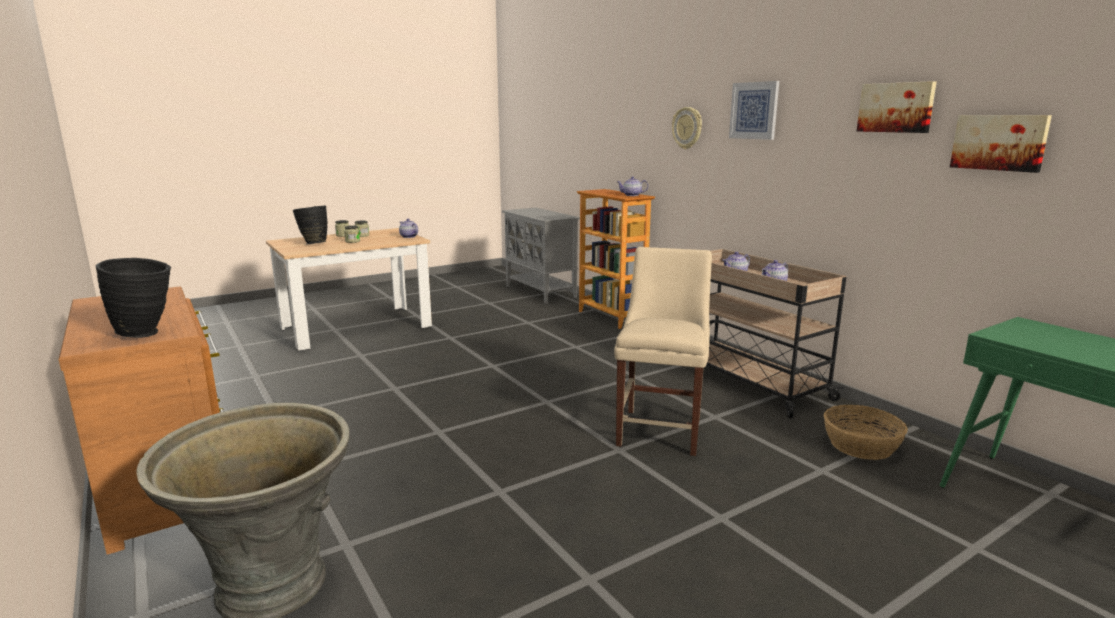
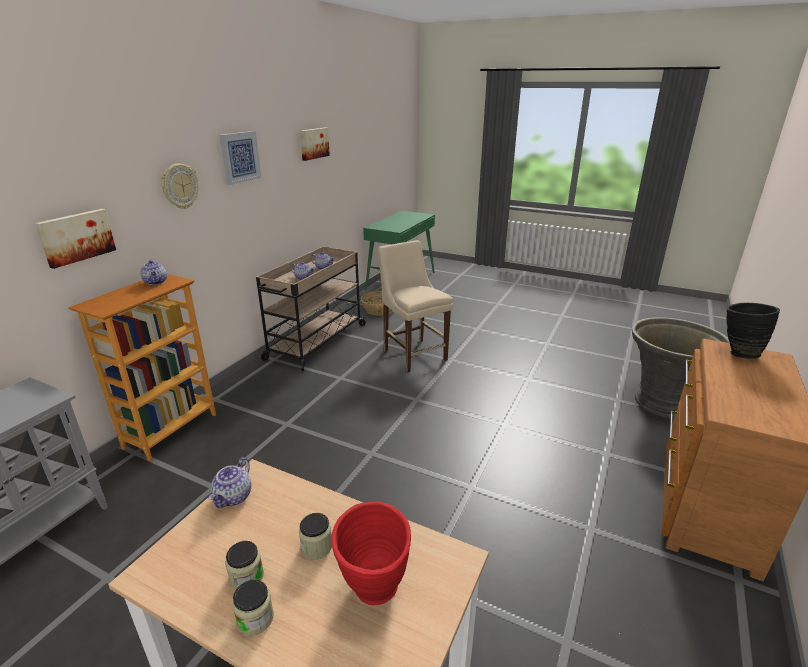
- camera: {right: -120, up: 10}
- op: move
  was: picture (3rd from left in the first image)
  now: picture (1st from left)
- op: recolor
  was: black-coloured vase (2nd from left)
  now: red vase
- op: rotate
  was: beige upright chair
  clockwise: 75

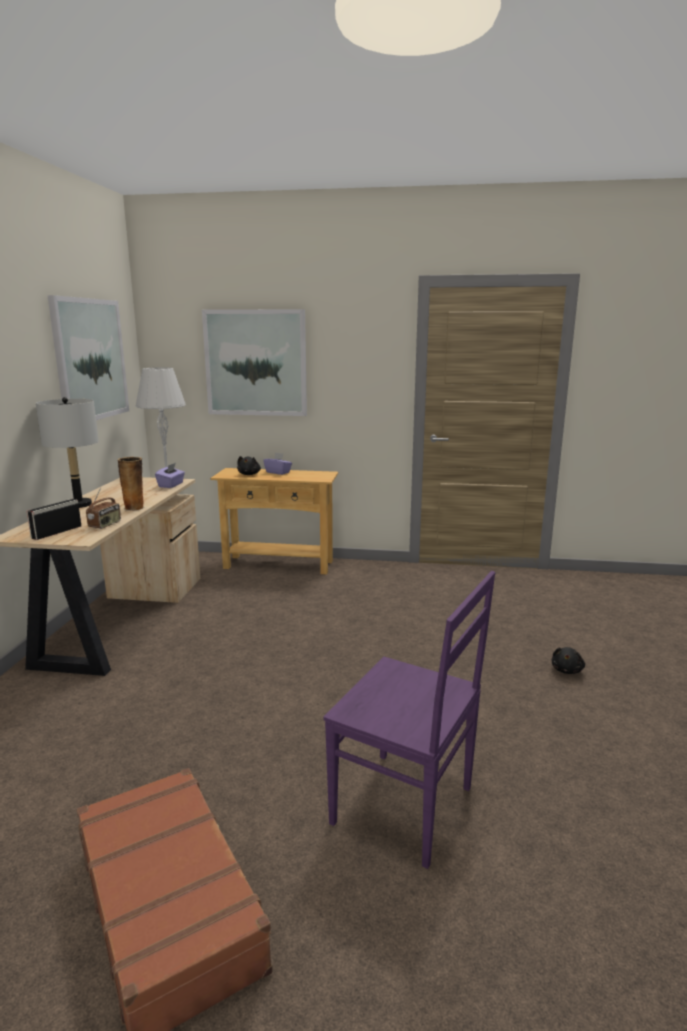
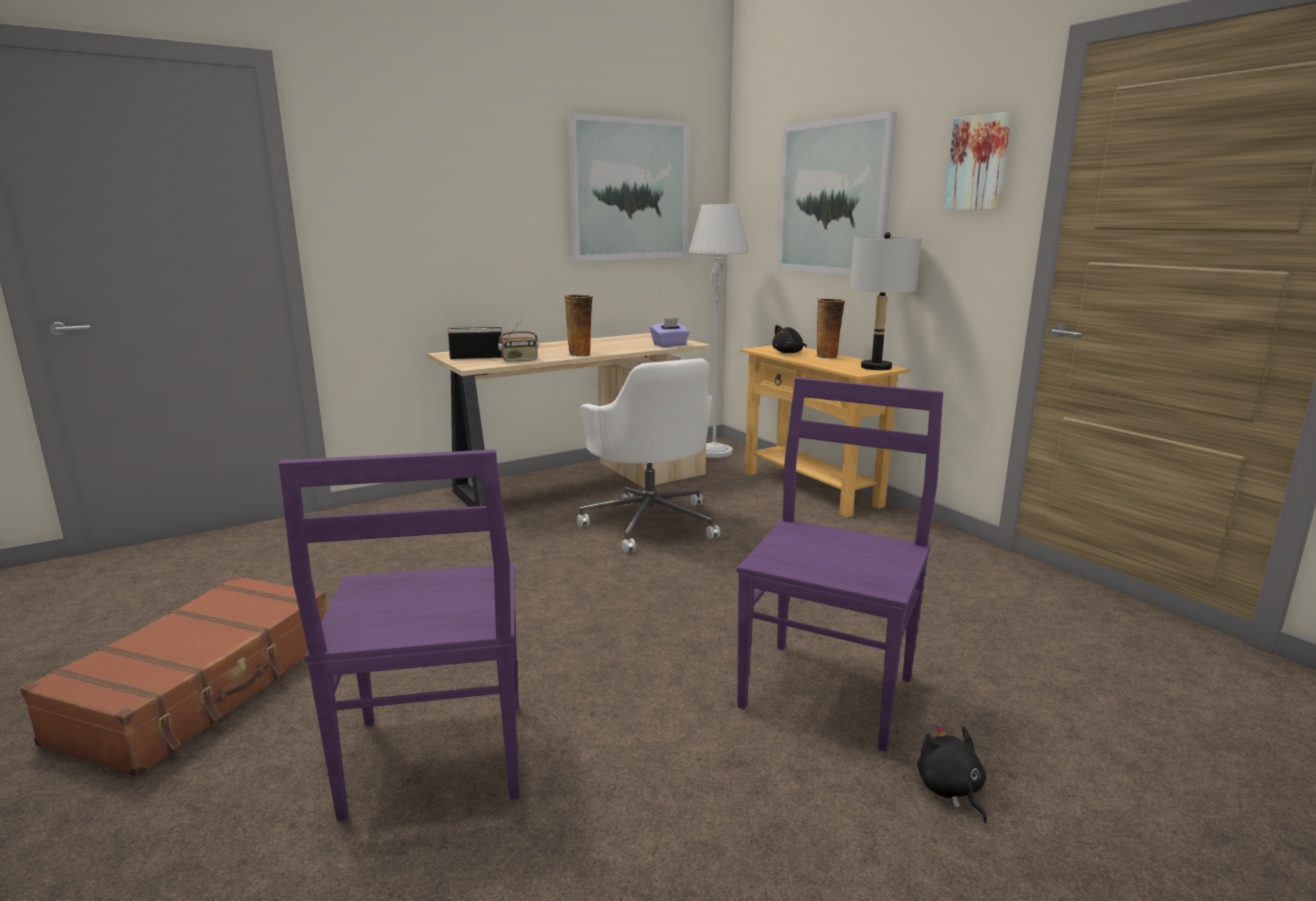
- camera: {right: 50, up: 0}
- op: insert
  now: white-coloured computer chair
- op: insert
  now: purple-coloured upright chair (2nd from left)
- op: replace
  was: purple-coloured box of tissues (2nd from left)
  now: vase (2nd from left)
- op: move
  was: greyish tabletop lamp
- op: rotate
  was: black-coloured cuddly toy (2nd from left)
  clockwise: 90
- op: insert
  now: picture (3rd from left)

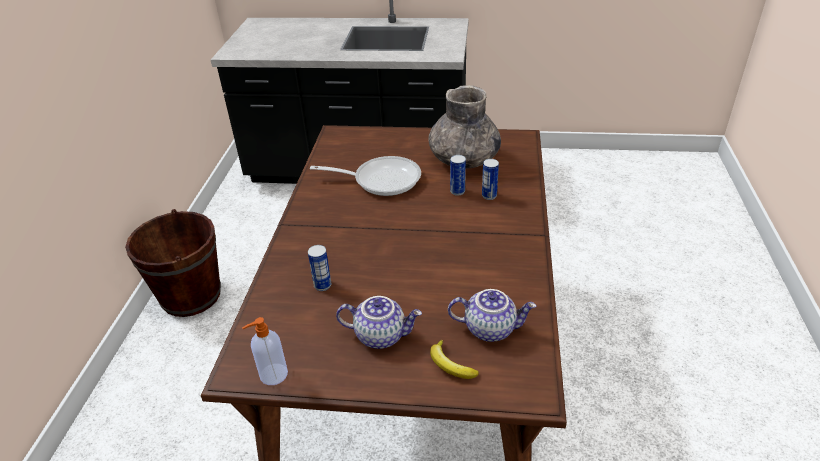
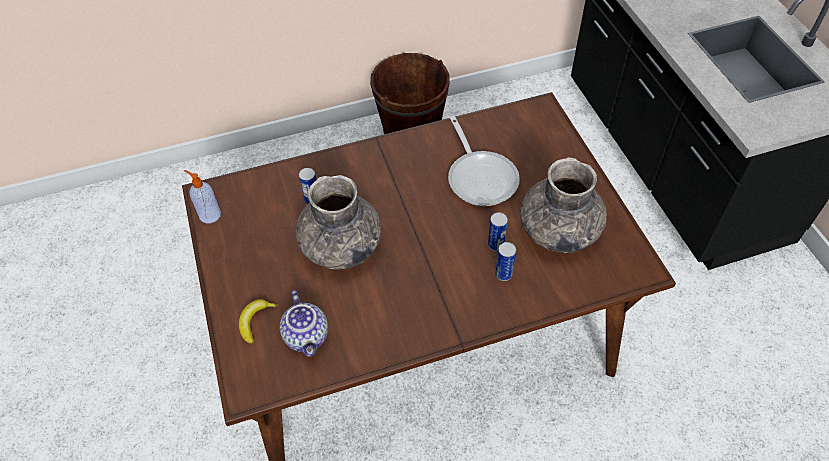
- camera: {right: 65, up: 15}
- op: insert
  now: greyish vase (1st from left)
- op: delete
  was: tea pot (1st from left)

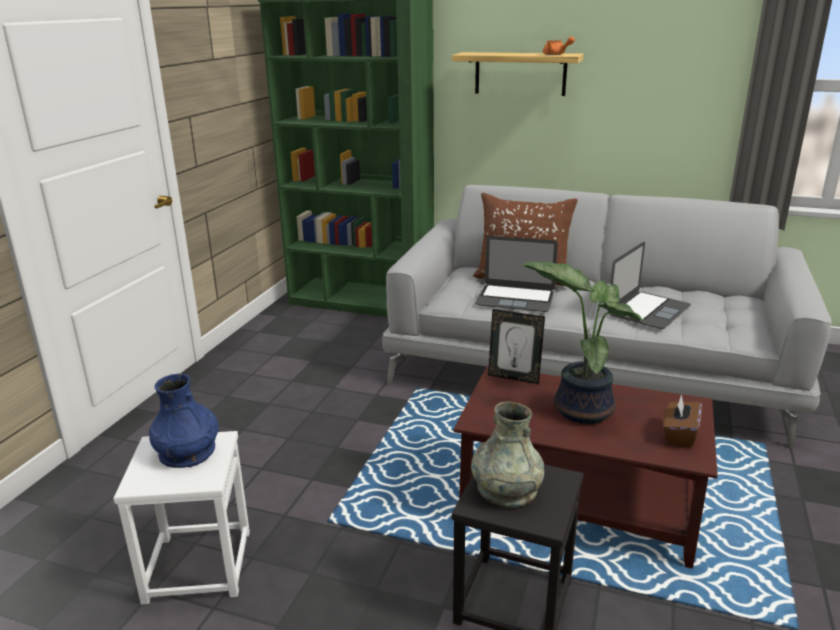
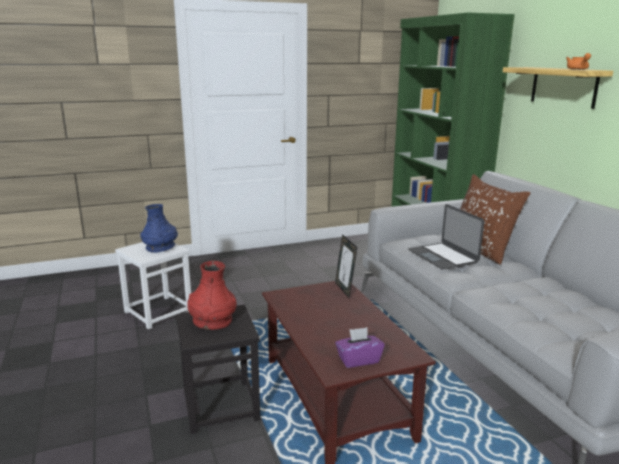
- camera: {right: 50, up: -5}
- op: recolor
  was: greyish vase
  now: red vase
- op: recolor
  was: brownish box of tissues
  now: purple-coloured box of tissues
- op: delete
  was: potted plant
- op: delete
  was: portable computer (2nd from left)

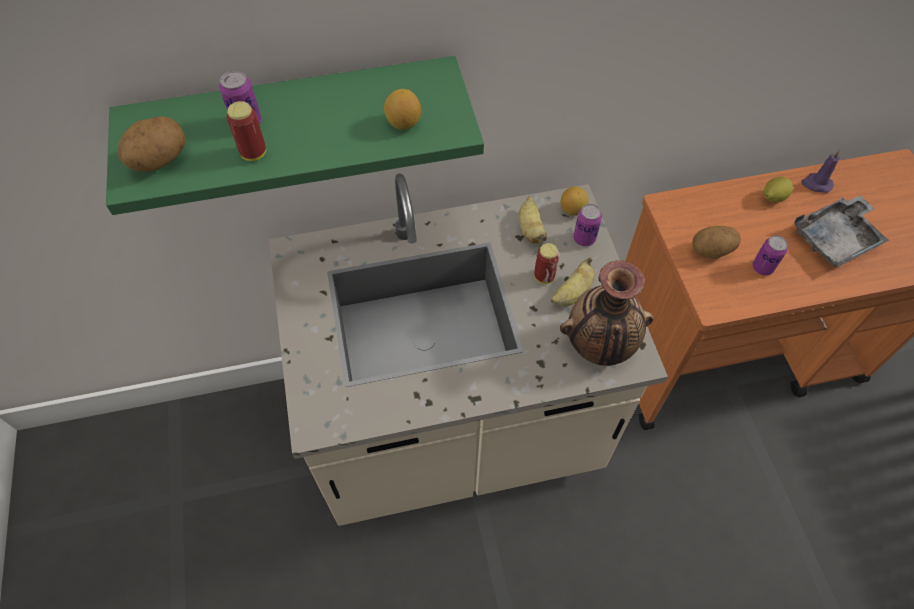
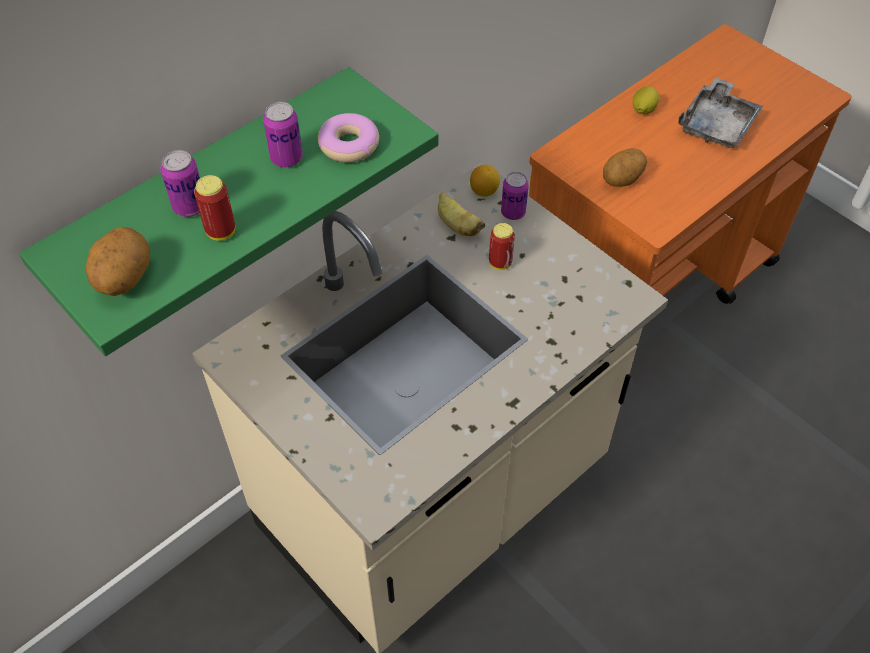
- camera: {right: -30, up: -5}
- op: move
  was: metal can (5th from left in the first image)
  now: metal can (3rd from left)
- op: replace
  was: lemon (1st from left)
  now: doughnut
- op: delete
  was: banana fruit (2nd from left)
- op: delete
  was: vase
- op: delete
  was: purple-coloured wax light

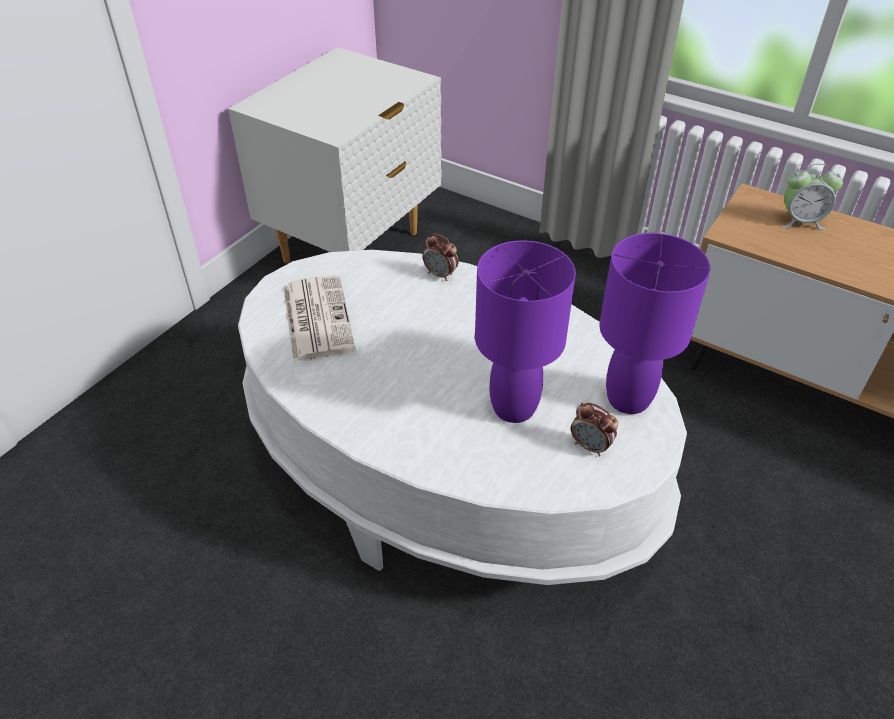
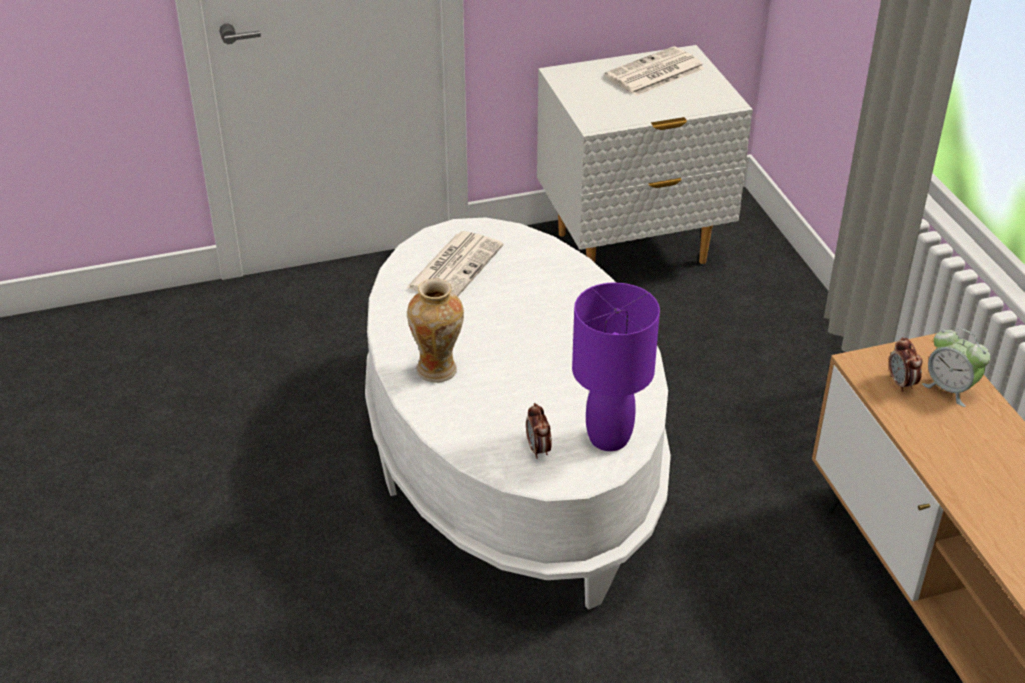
- camera: {right: 40, up: -5}
- op: insert
  now: vase
- op: insert
  now: daily paper (2nd from left)
- op: move
  was: alarm clock (1st from left in the first image)
  now: alarm clock (2nd from left)
- op: delete
  was: purple-coloured tabletop lamp (1st from left)

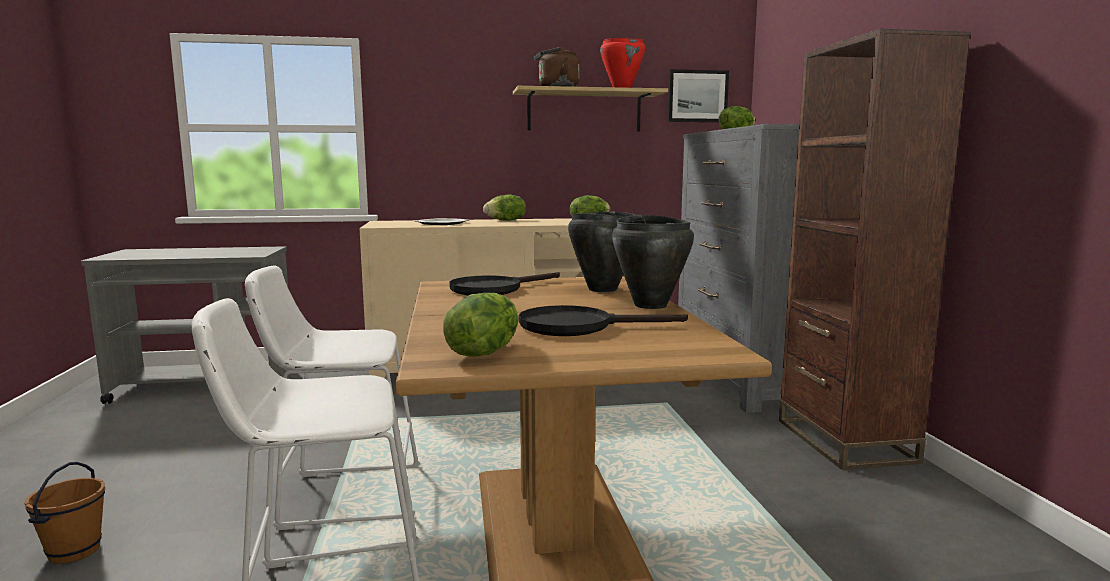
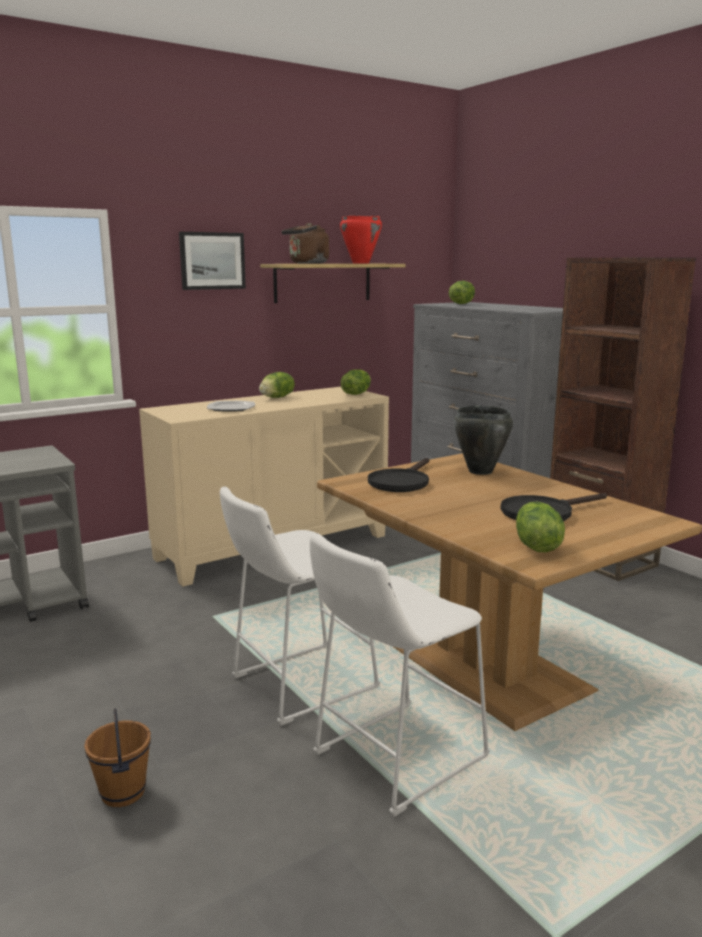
- camera: {right: -25, up: 5}
- op: move
  was: picture
- op: delete
  was: black-coloured cooking pot (2nd from left)

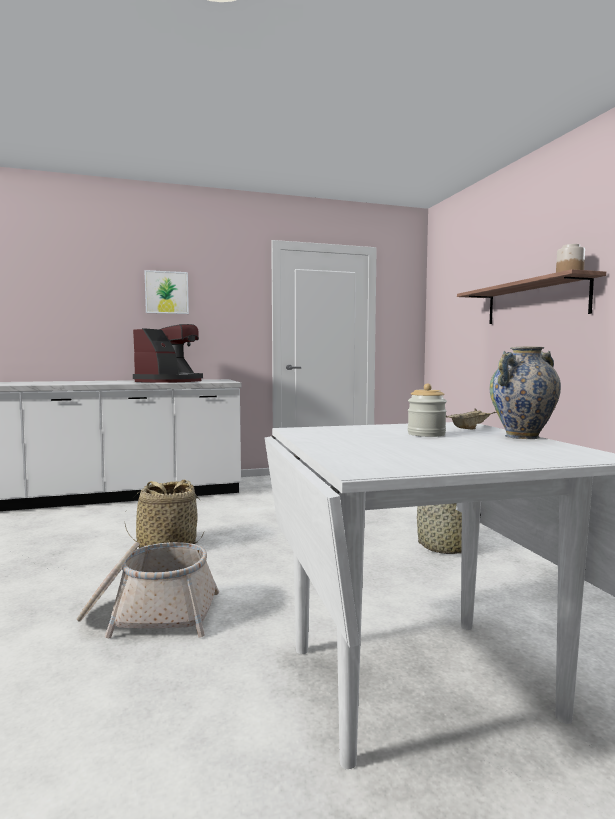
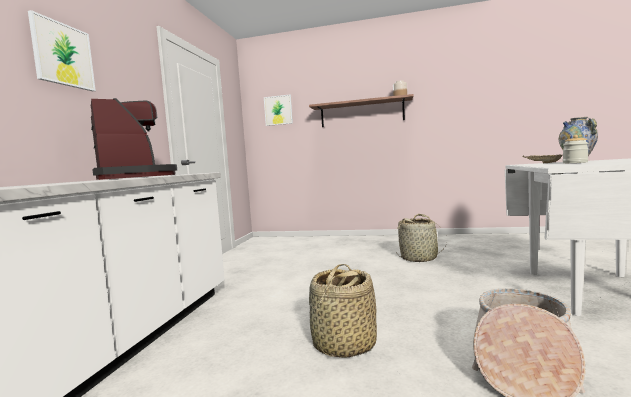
- camera: {right: -60, up: 0}
- op: insert
  now: picture (2nd from left)

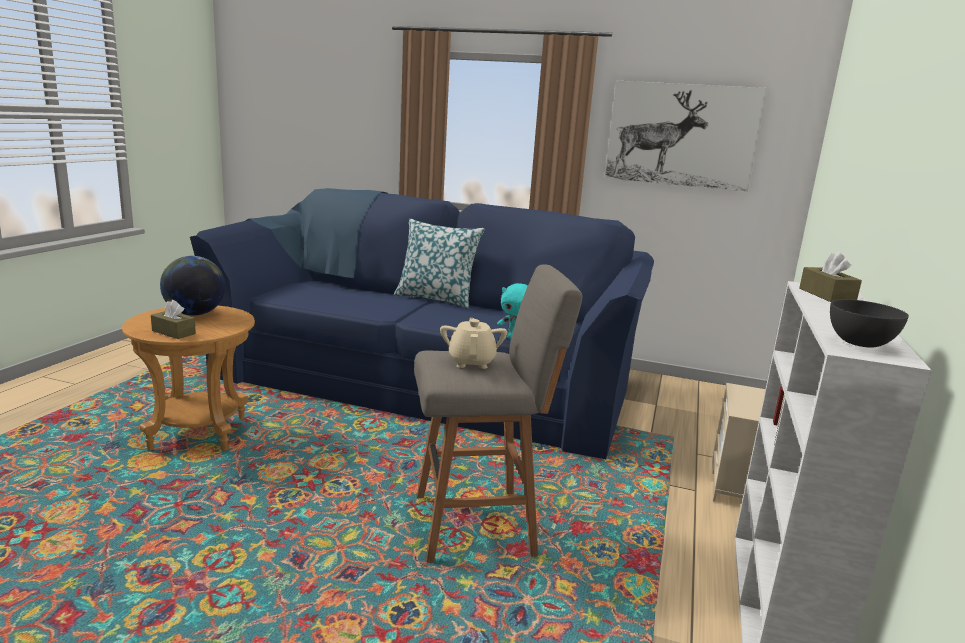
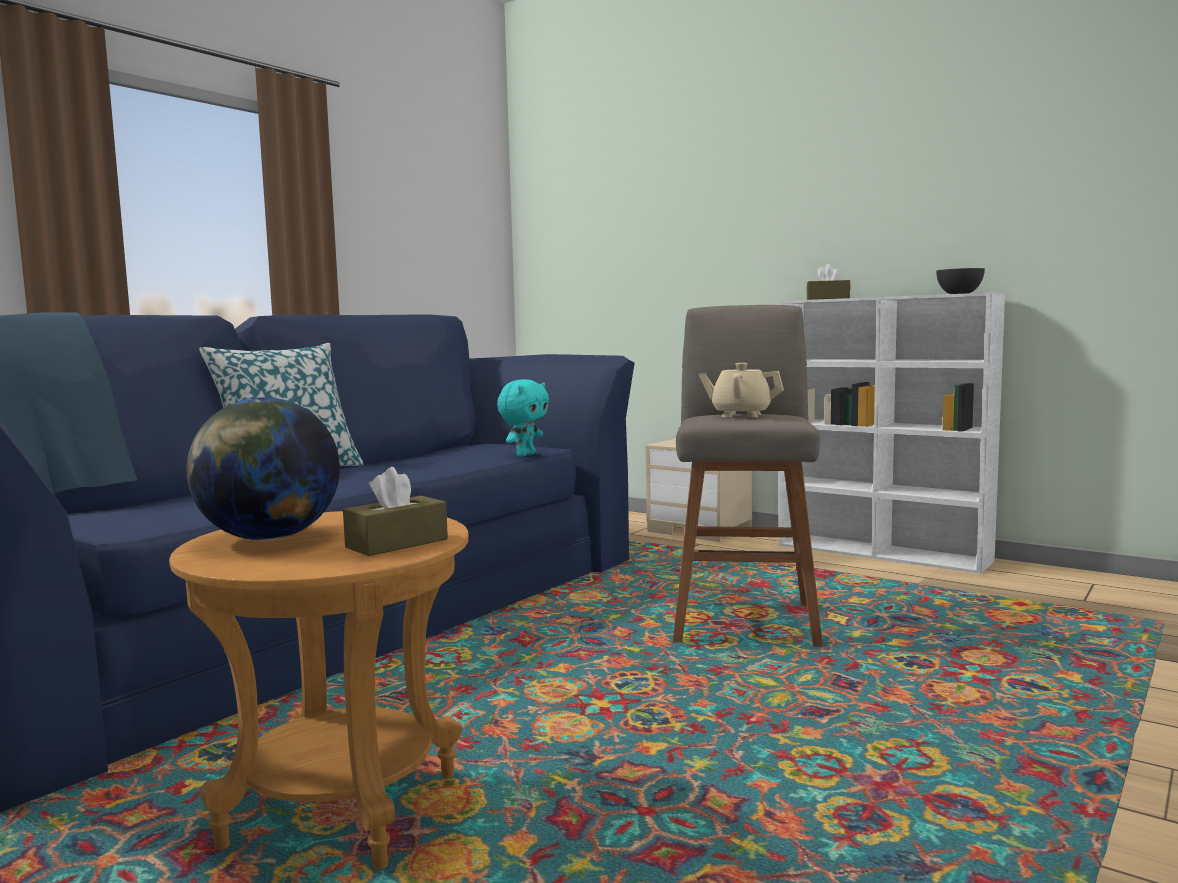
- camera: {right: -70, up: -10}
- op: delete
  was: picture

